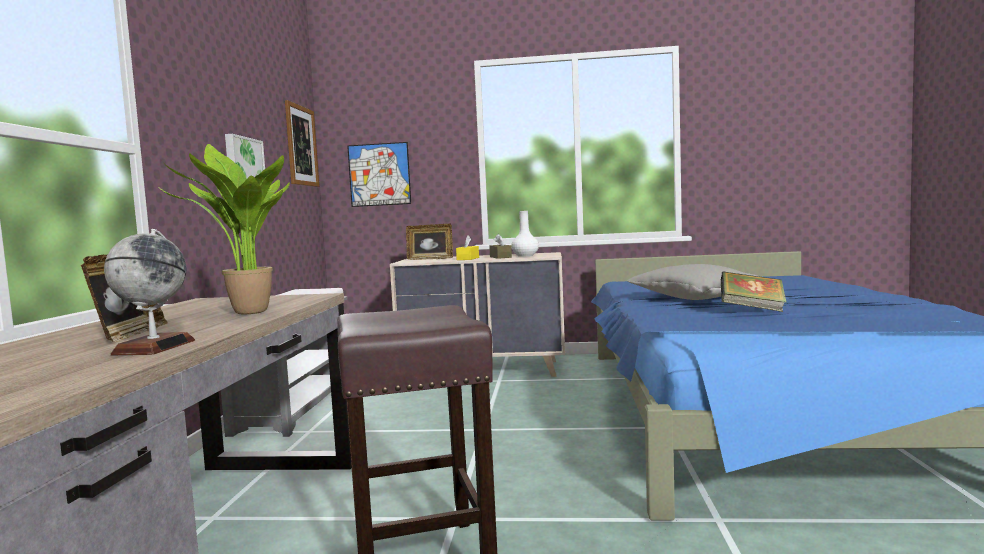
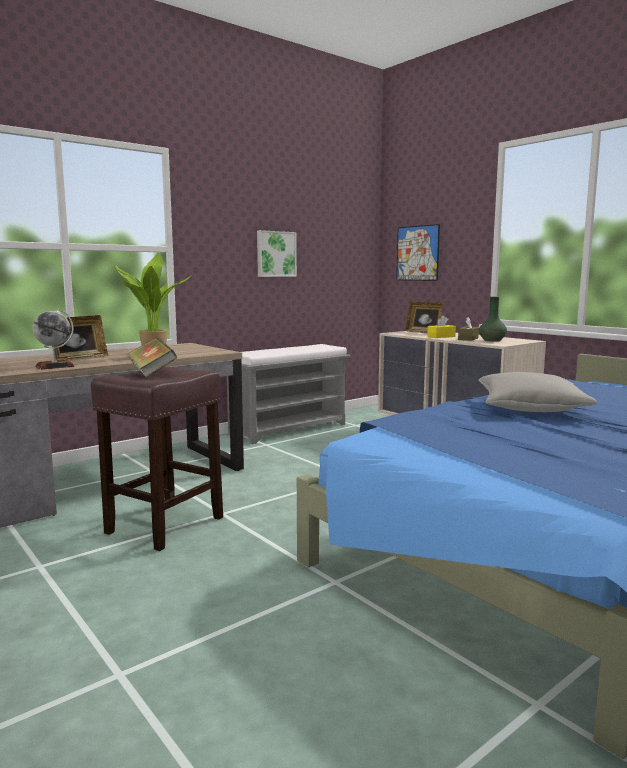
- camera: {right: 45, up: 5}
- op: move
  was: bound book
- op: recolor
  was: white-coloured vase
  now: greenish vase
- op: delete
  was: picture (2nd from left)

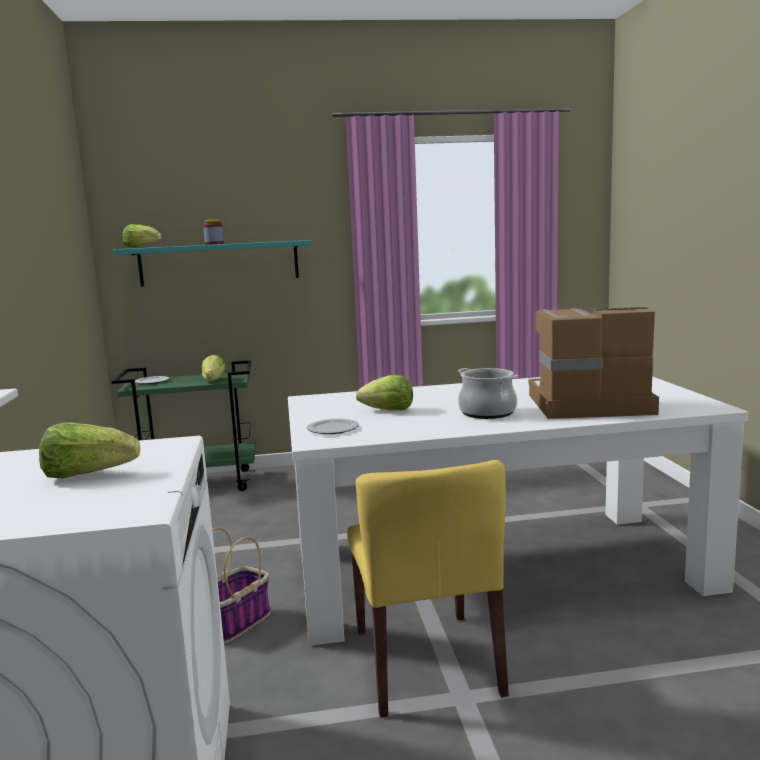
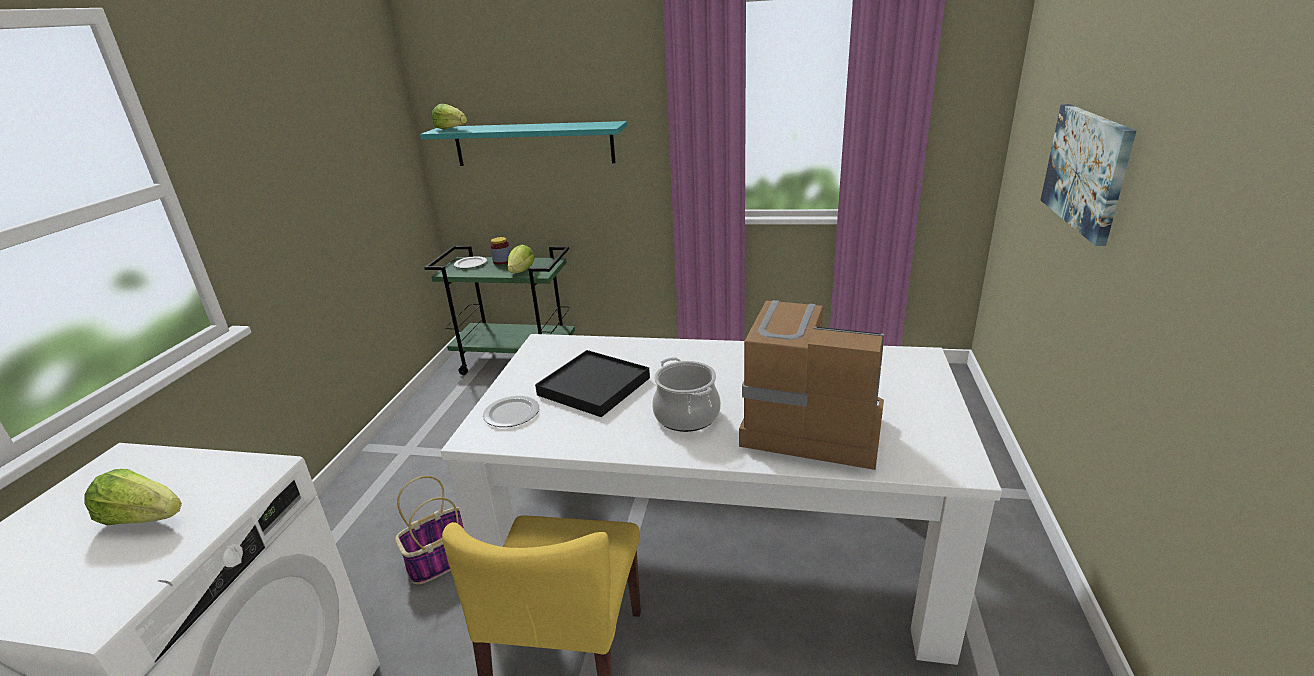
- camera: {right: 20, up: 15}
- op: move
  was: jar
- op: replace
  was: head of lettuce (4th from left)
  now: black-coloured serving tray
- op: insert
  now: picture

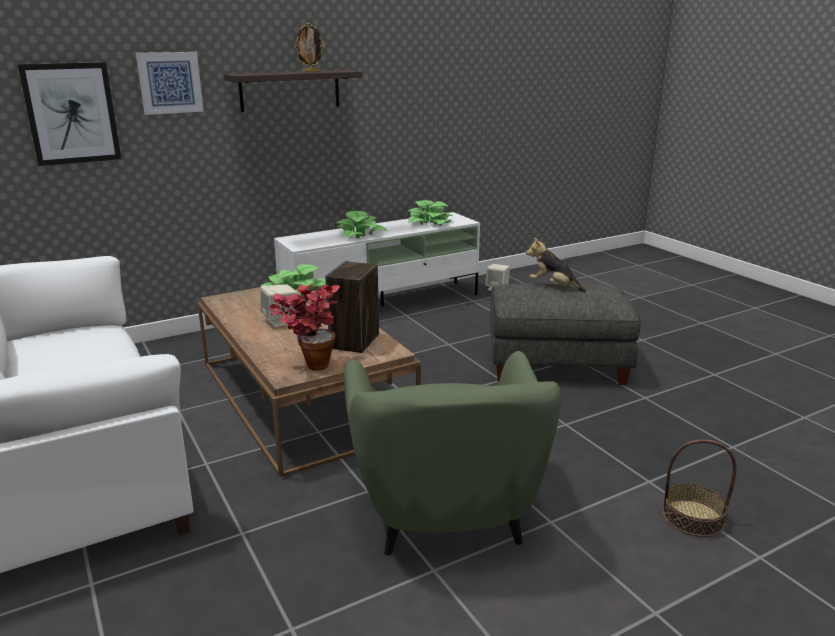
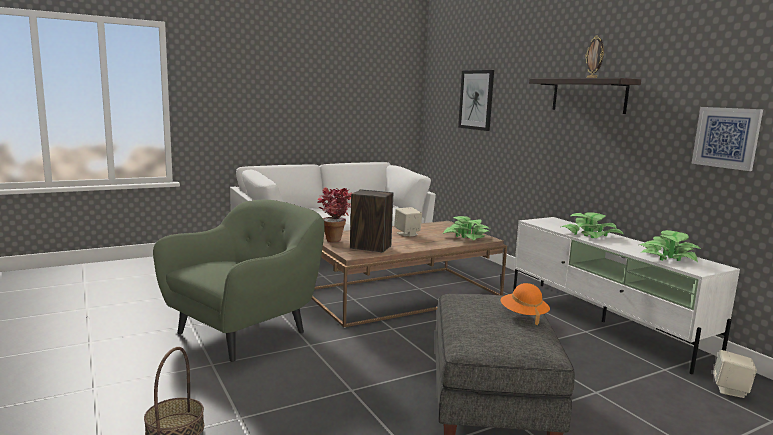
- camera: {right: 90, up: -10}
- op: rotate
  was: greenish armchair
  clockwise: 135
- op: replace
  was: cuddly toy
  now: orange wearable hat
- op: move
  was: picture (2nd from left)

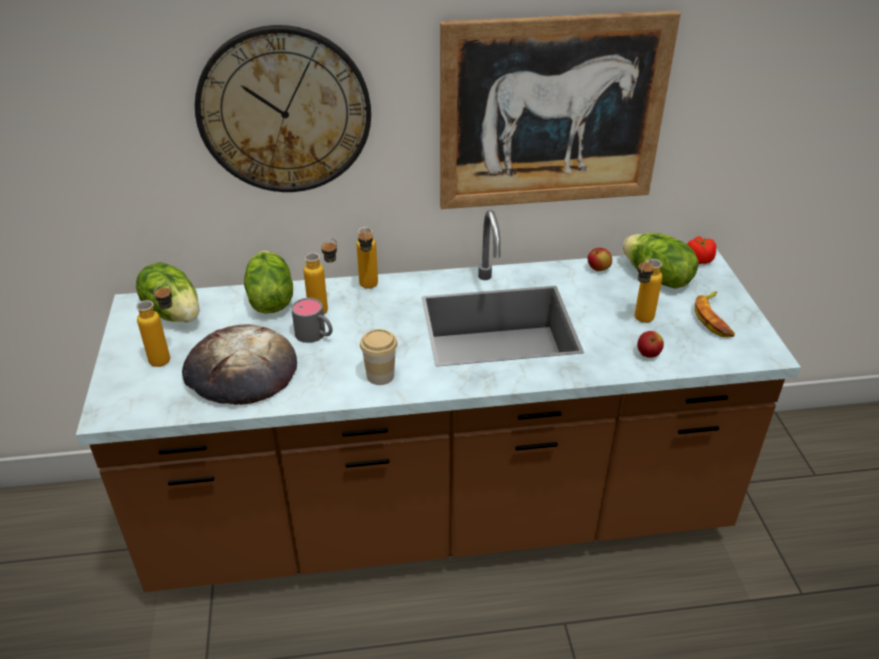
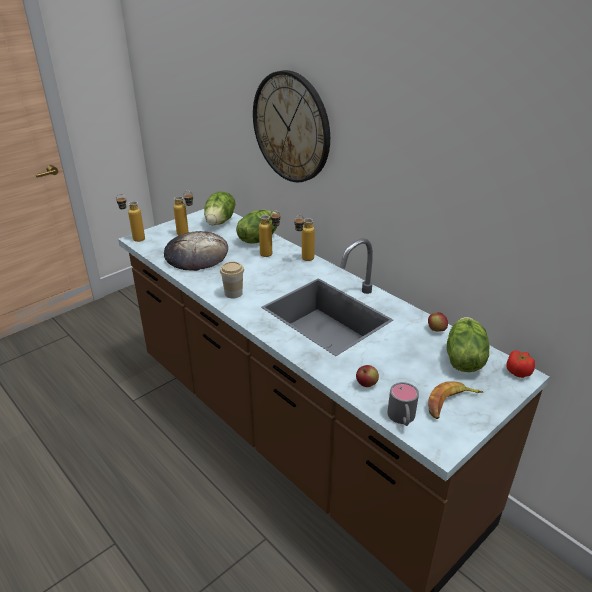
- camera: {right: 55, up: -5}
- op: move
  was: bottle (4th from left in the first image)
  now: bottle (1st from left)
- op: move
  was: greyish coffee mug
- op: delete
  was: picture

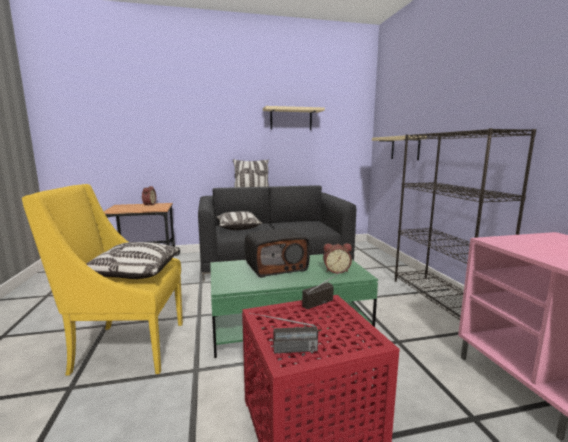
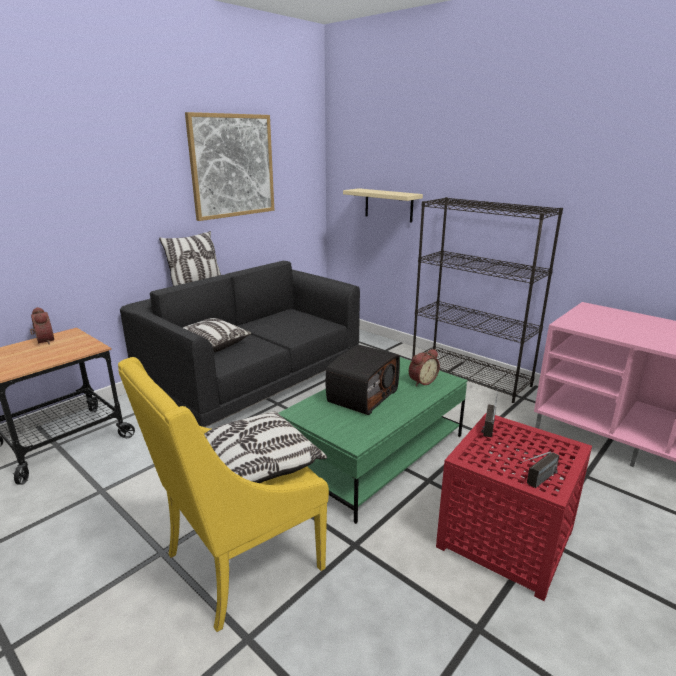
- camera: {right: -35, up: 10}
- op: replace
  was: beige bracket shelf (1st from left)
  now: picture

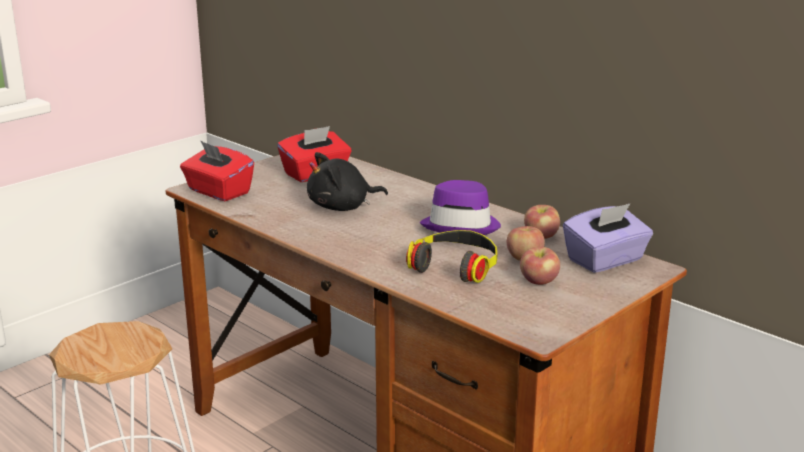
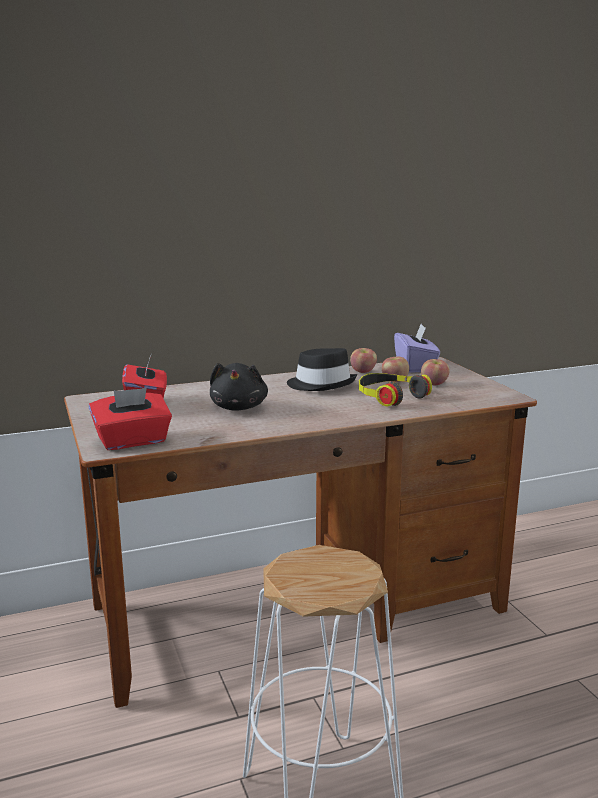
- camera: {right: -65, up: -5}
- op: recolor
  was: purple-coloured wearable hat
  now: black-coloured wearable hat

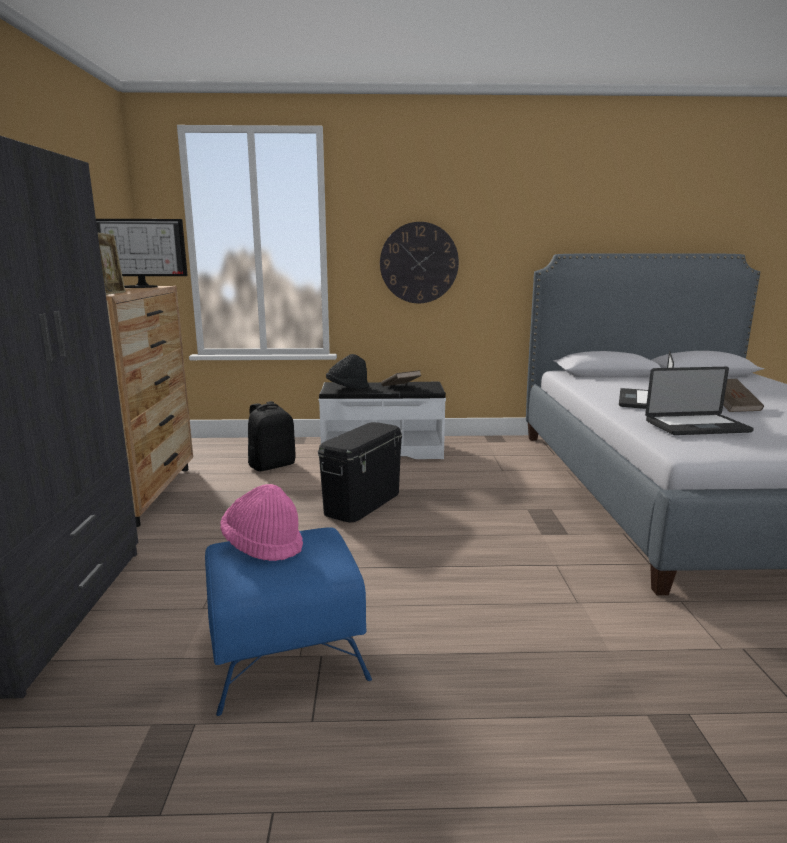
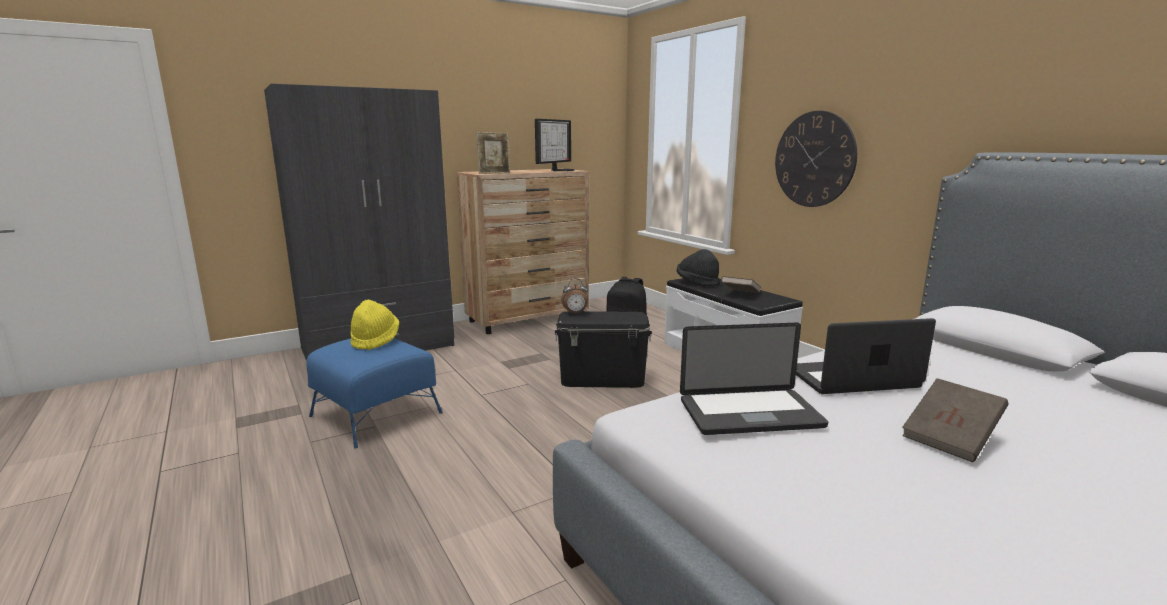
- camera: {right: 60, up: 0}
- op: recolor
  was: pinkish wearable hat
  now: yellow wearable hat
- op: rotate
  was: computer display
  clockwise: -120
- op: insert
  now: alarm clock
- op: rotate
  was: portable computer (2nd from left in the first image)
  clockwise: -60

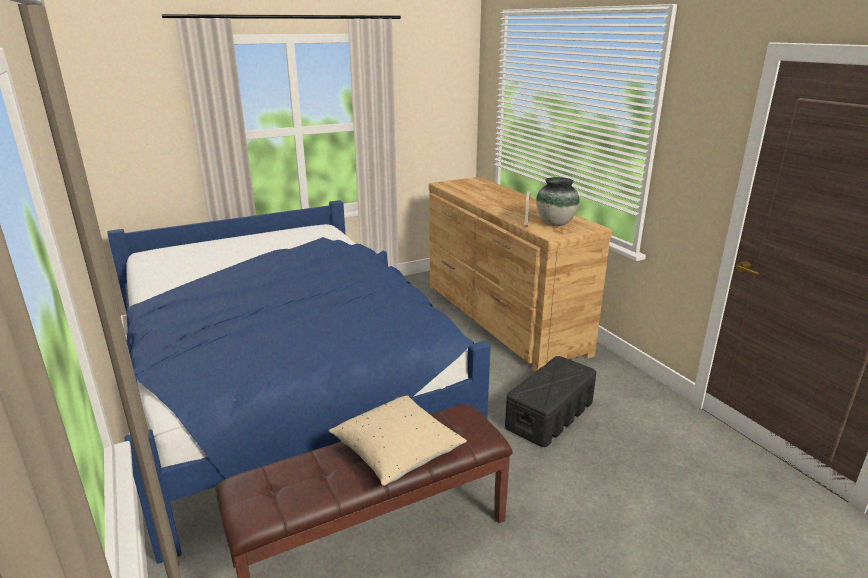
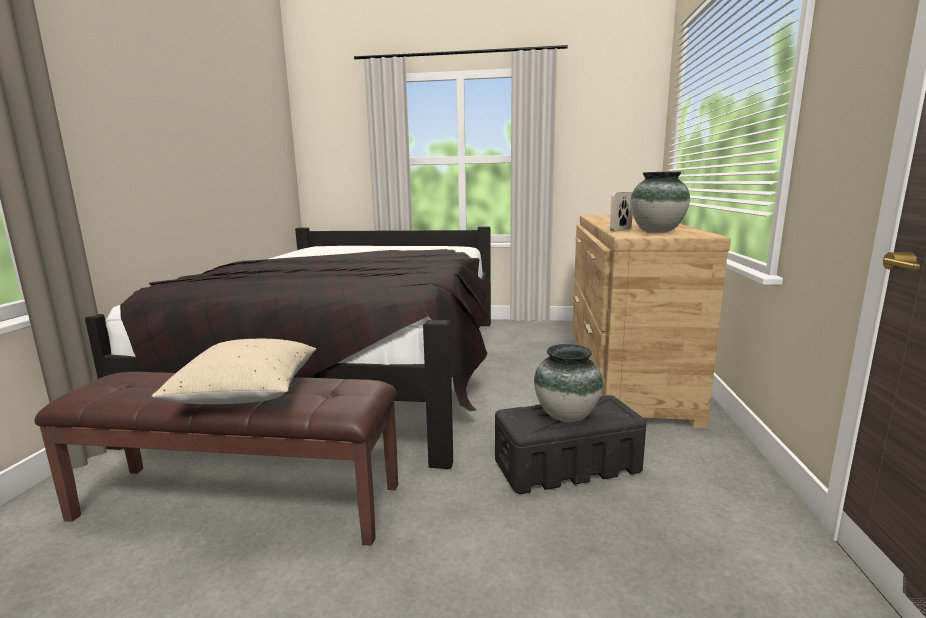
- camera: {right: 35, up: -10}
- op: recolor
  was: blue-coloured sleeping bed
  now: black-coloured sleeping bed
- op: insert
  now: vase (1st from left)

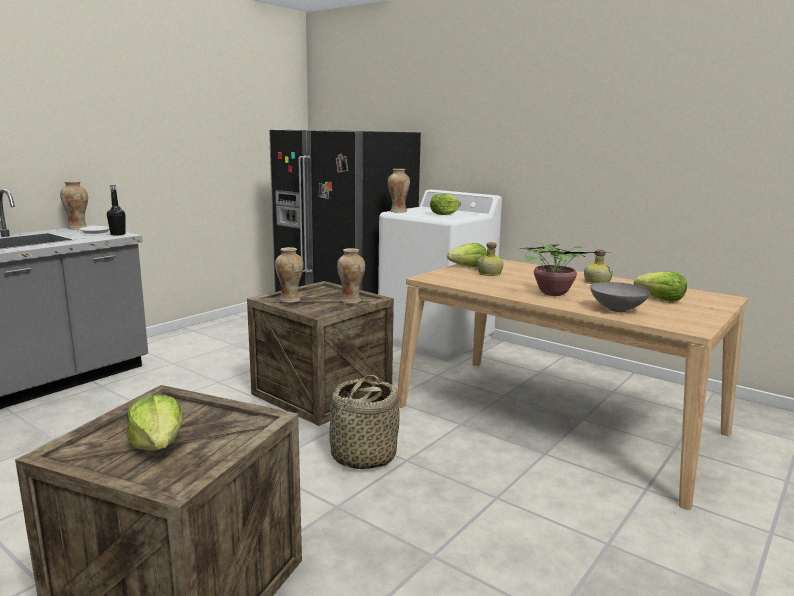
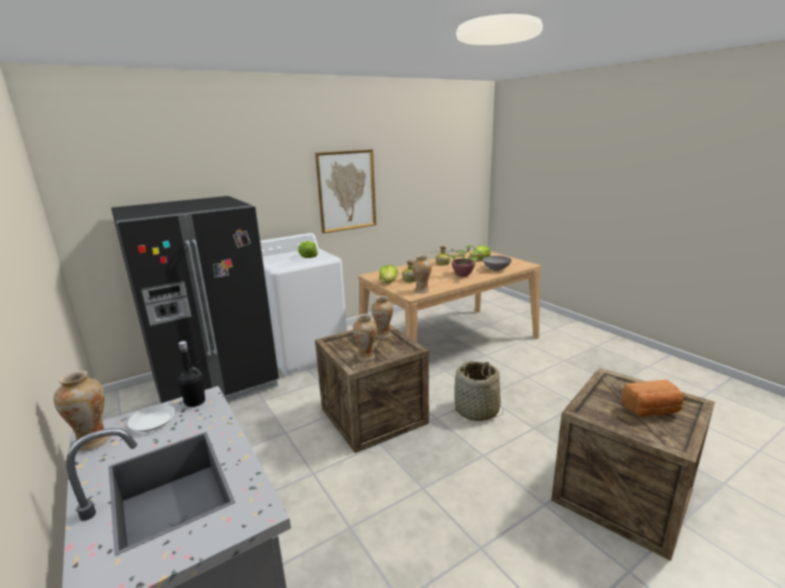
- camera: {right: -70, up: 5}
- op: insert
  now: picture
- op: move
  was: vase (4th from left)
- op: replace
  was: head of lettuce (1st from left)
  now: bread

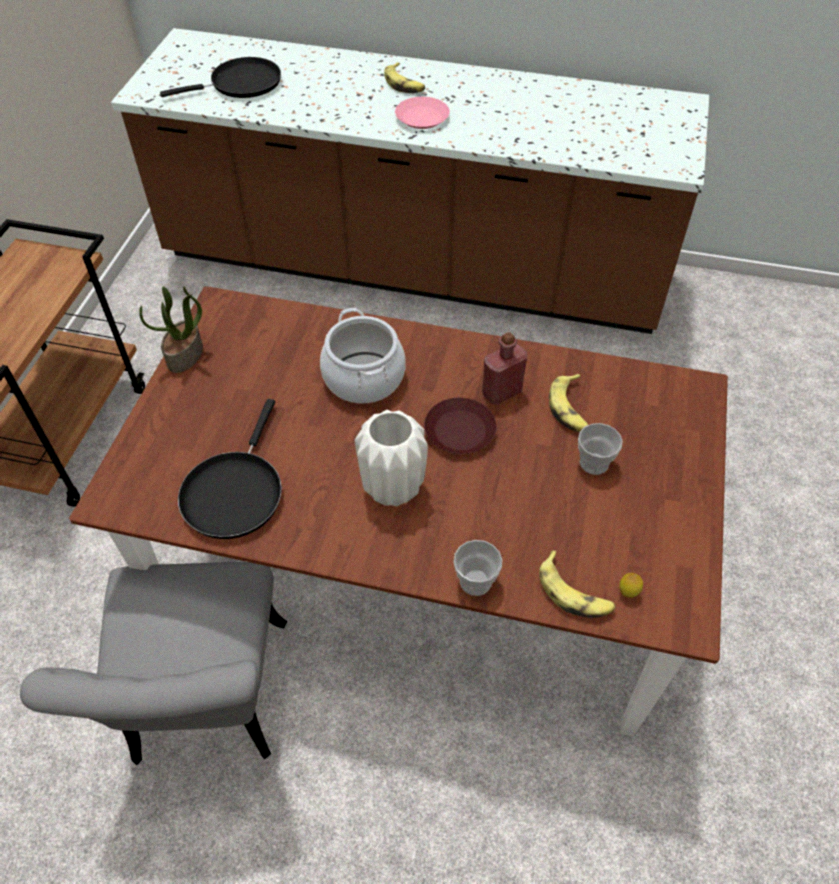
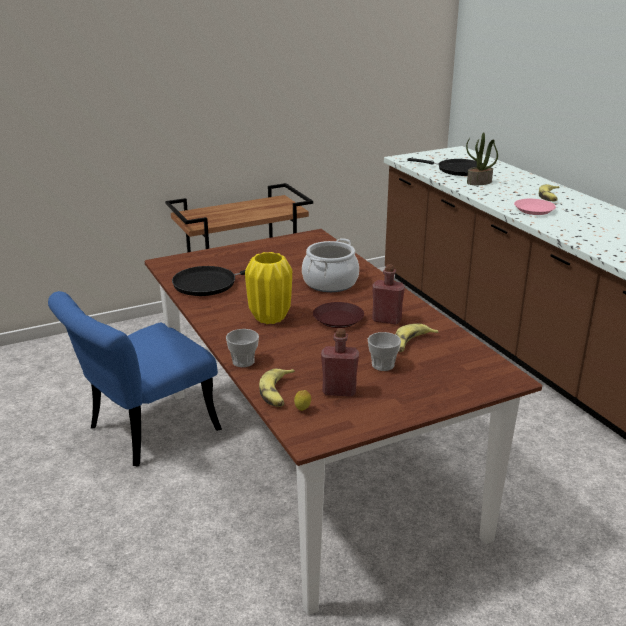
- camera: {right: 50, up: -25}
- op: recolor
  was: greyish upright chair
  now: blue-coloured upright chair
- op: recolor
  was: white-coloured vase
  now: yellow vase
- op: insert
  now: red bottle (1st from left)
- op: move
  was: potted plant

